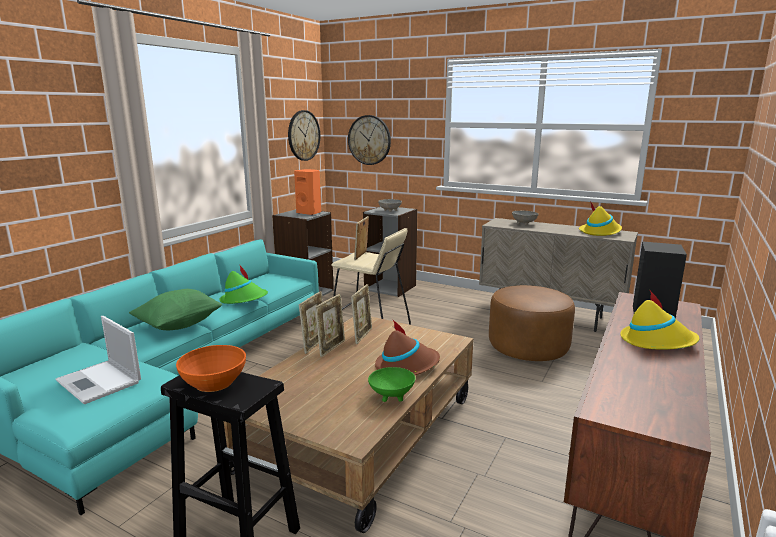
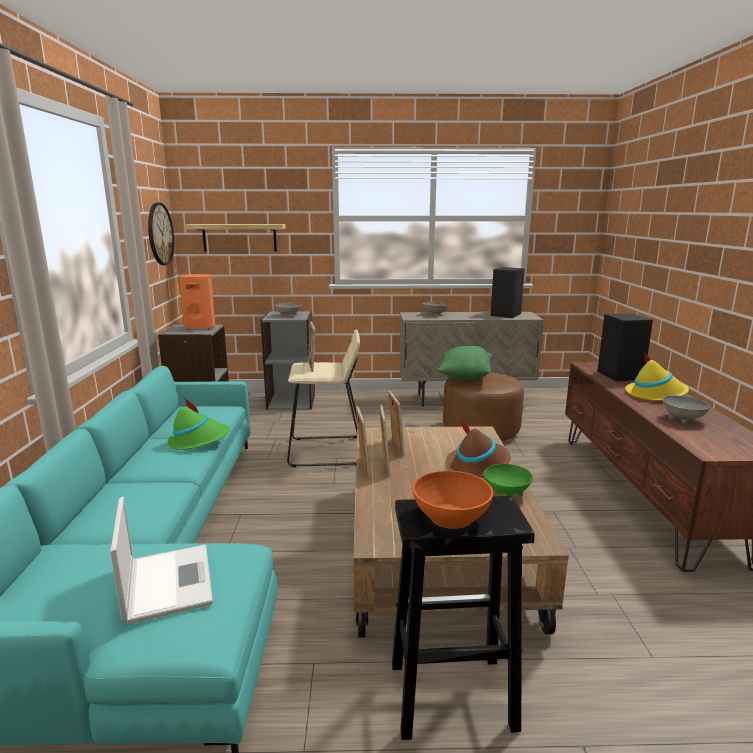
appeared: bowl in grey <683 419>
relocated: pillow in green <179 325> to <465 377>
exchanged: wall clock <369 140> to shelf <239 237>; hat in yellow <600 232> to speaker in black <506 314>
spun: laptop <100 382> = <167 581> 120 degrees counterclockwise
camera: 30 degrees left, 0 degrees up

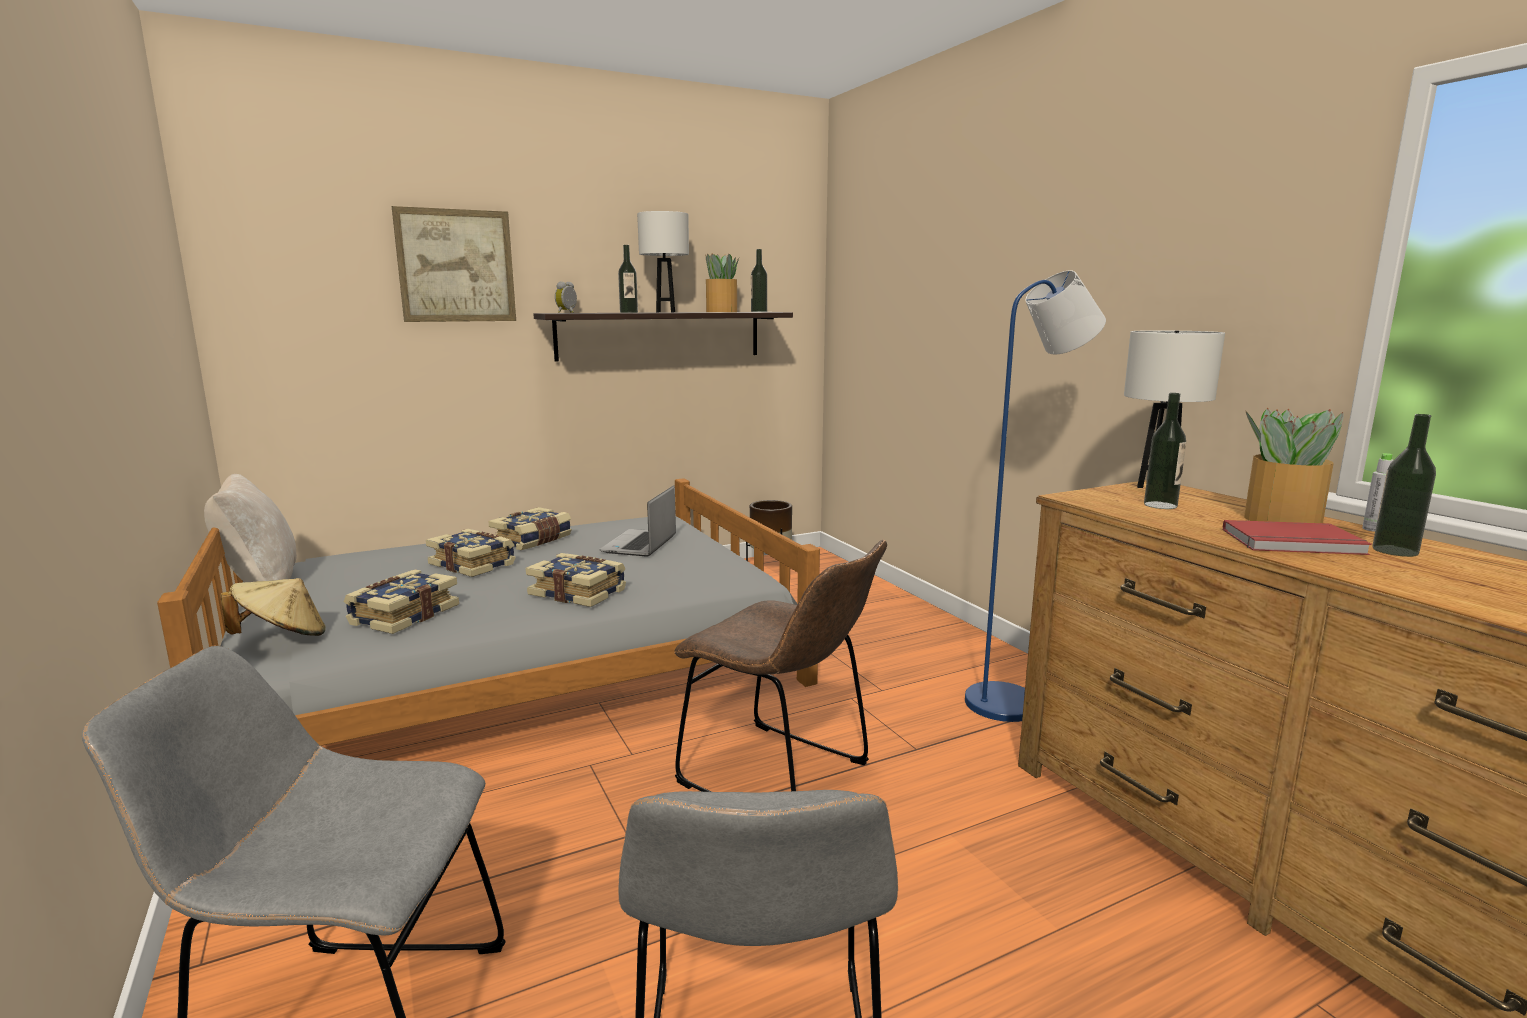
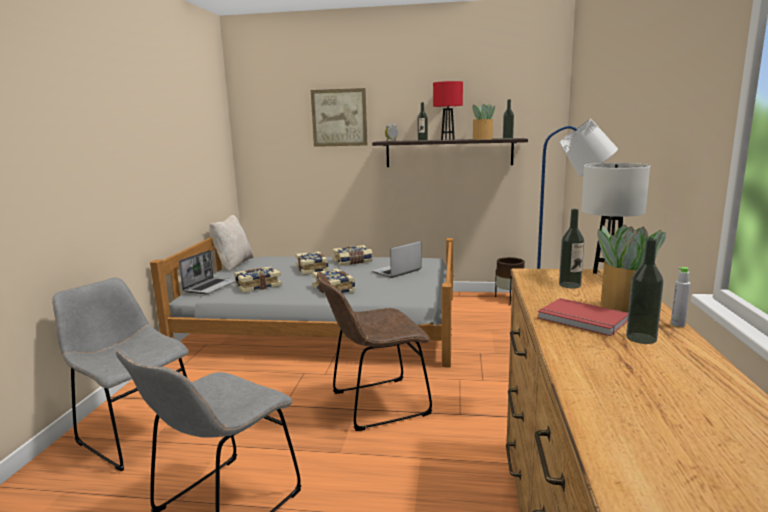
exchanged: hat in beige <282 638> to laptop <210 286>
colour: table lamp in white <665 312> to table lamp in red <447 139>
spun: chair in brown <782 777> = <375 404> 90 degrees clockwise
camera: 35 degrees right, 0 degrees up

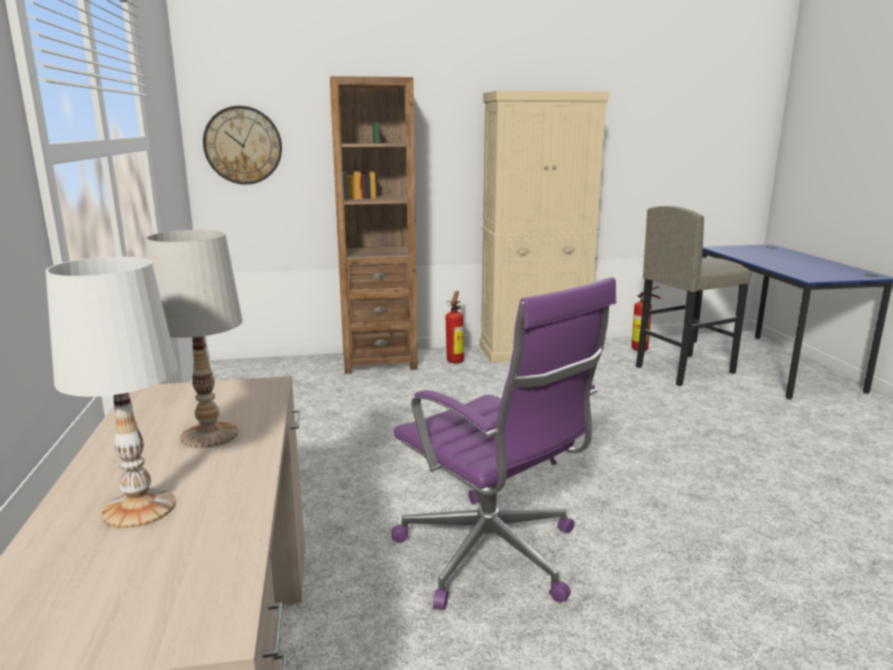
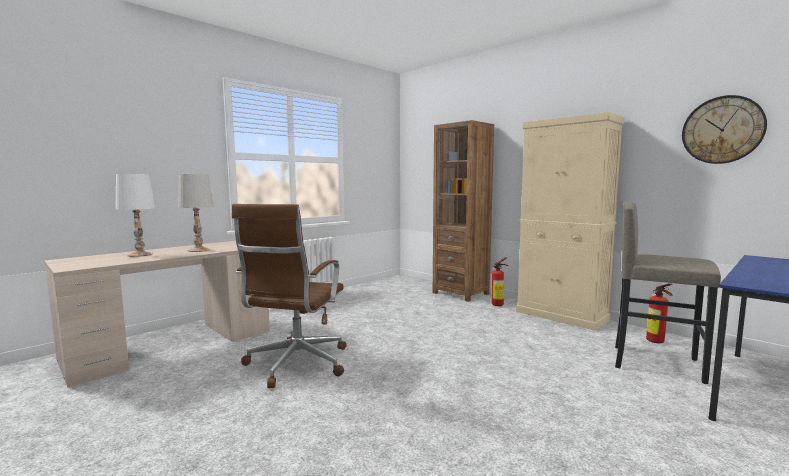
relocated: wall clock <243 145> to <722 130>
colour: office chair in purple <493 556> to office chair in brown <296 364>
camera: 55 degrees right, 10 degrees down

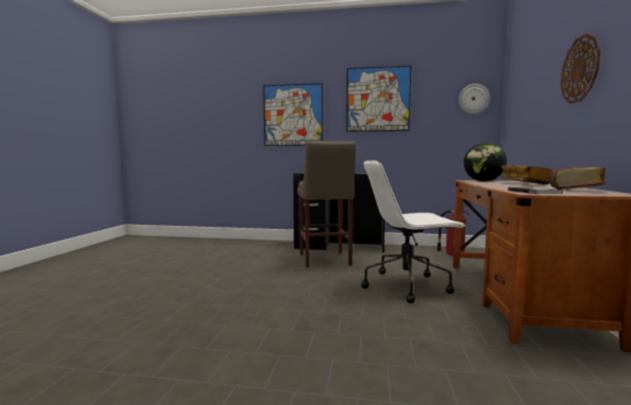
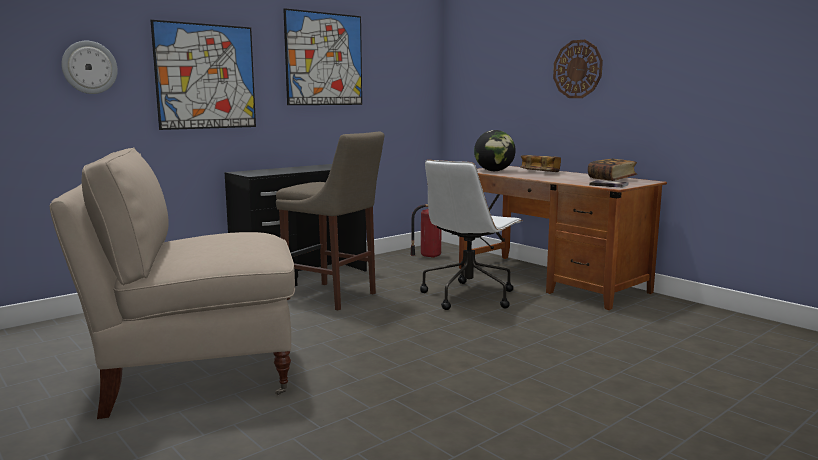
appeared: chair in beige <196 375>
relocated: wall clock <473 99> to <89 67>
camera: 50 degrees left, 5 degrees up

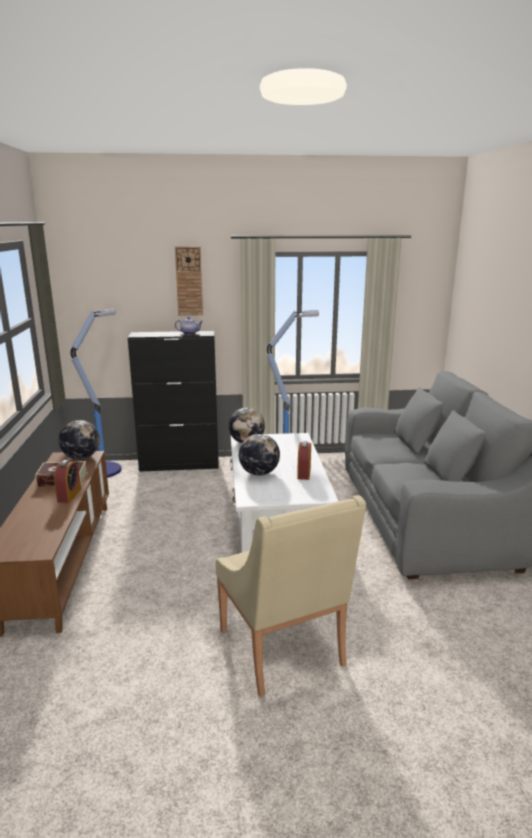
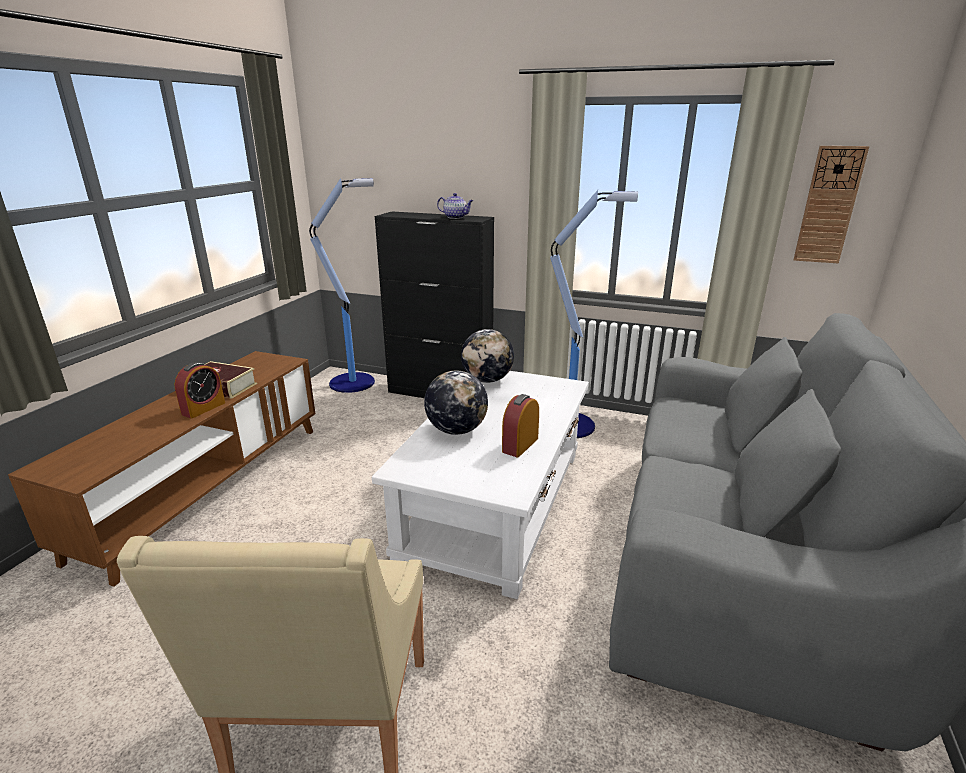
missing: globe <81 457>
relocated: wall clock <189 281> to <829 205>
camera: 25 degrees right, 5 degrees up

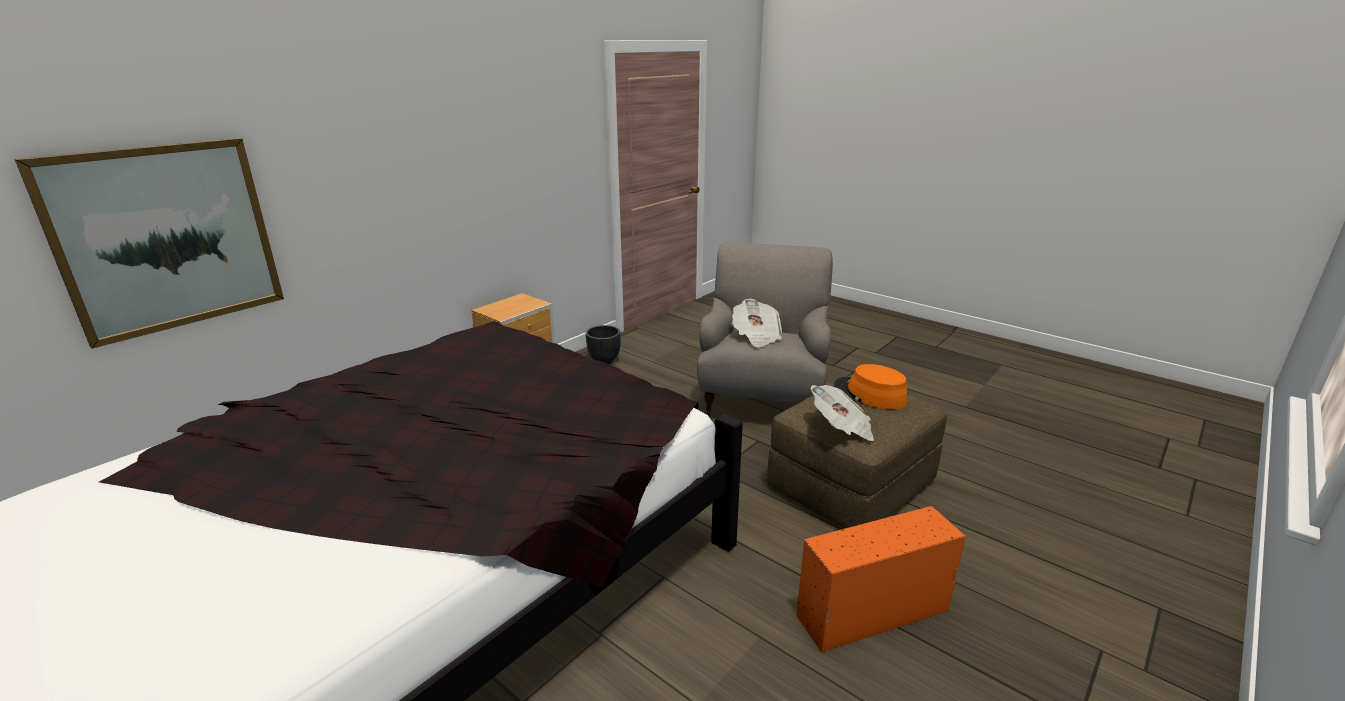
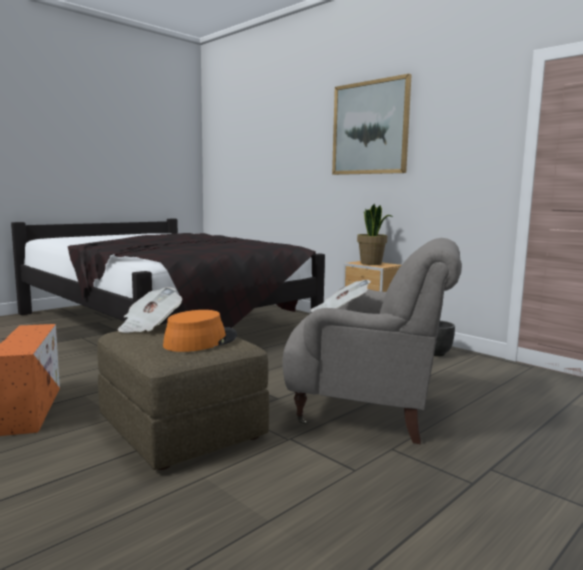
appeared: potted plant <371 263>
relocated: picture <167 238> to <370 128>
camera: 95 degrees right, 15 degrees down

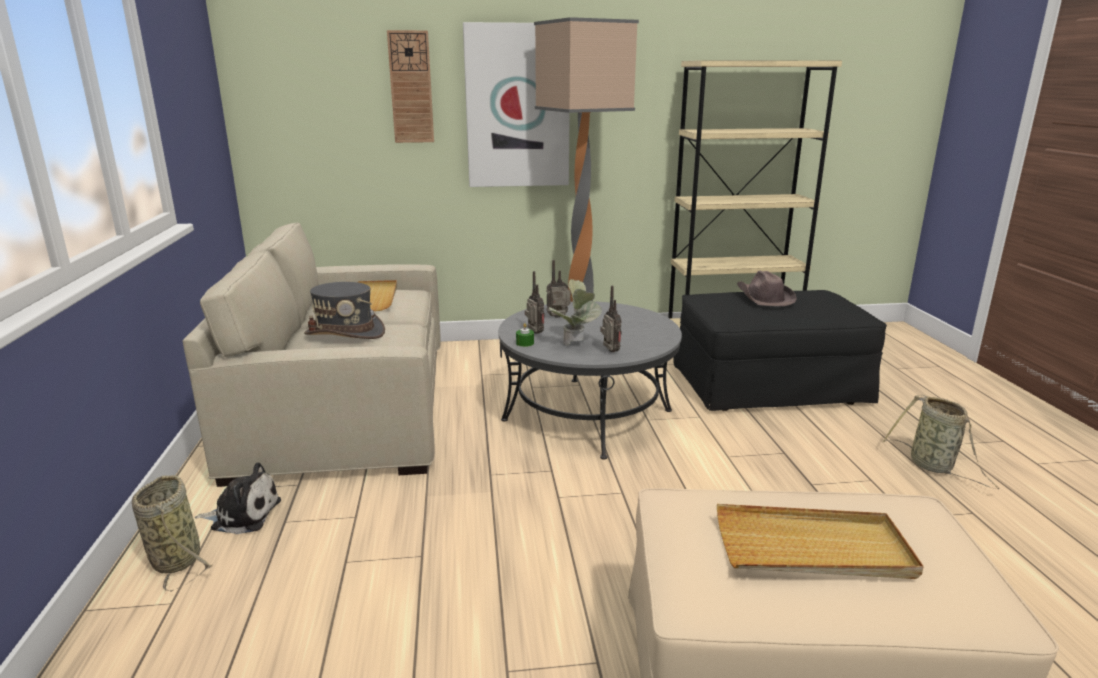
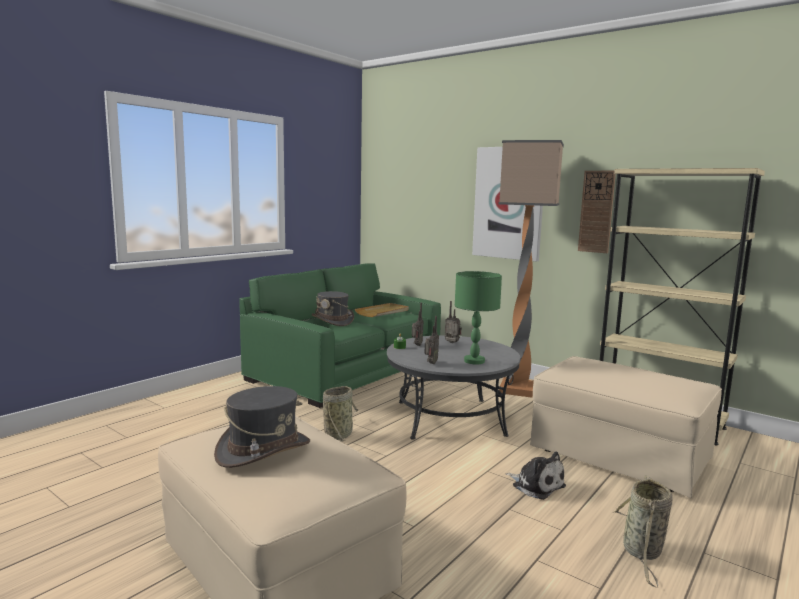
missing: potted plant <576 345>; hat in brown <764 297>
appeared: table lamp in green <474 361>
relocated: basket <176 558> to <339 434>; plush toy <242 515> to <536 485>; wall clock <411 87> to <596 211>
exchanged: tray in beige <813 548> to hat in grey <263 450>
colour: sofa in beige <345 404> to sofa in green <345 370>; ottoman in black <768 386> to ottoman in beige <618 453>
camera: 45 degrees right, 10 degrees down

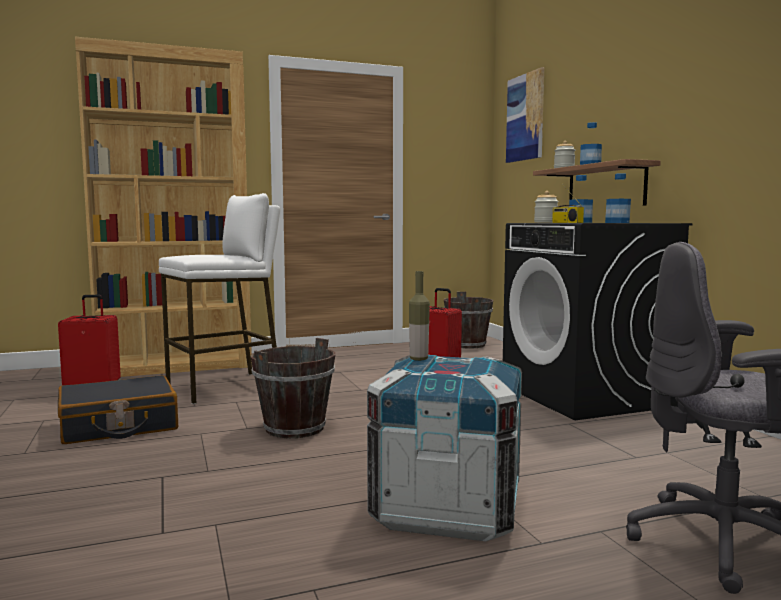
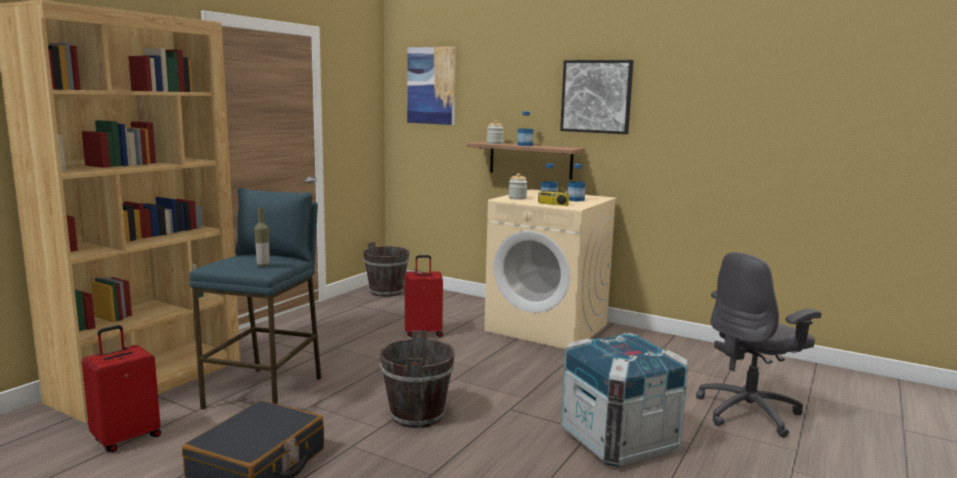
appeared: picture <596 96>
relocated: bottle <418 359> to <263 265>
colour: stool in white <225 387> to stool in blue <266 392>; washing machine in black <586 396> to washing machine in beige <548 327>
camera: 40 degrees left, 5 degrees up

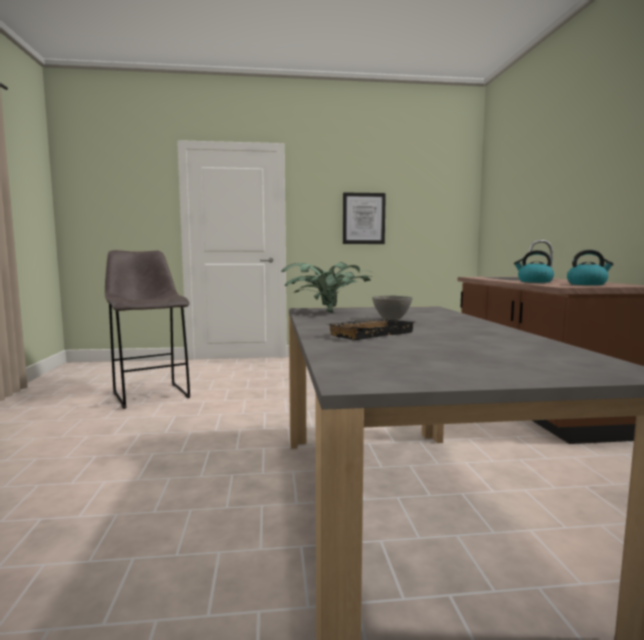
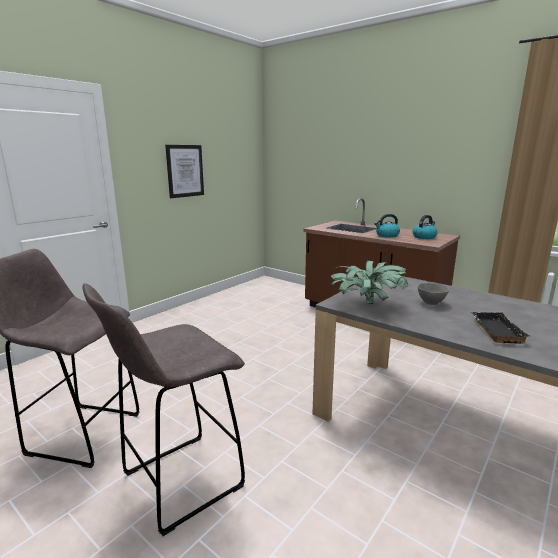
appeared: stool in grey <179 482>
camera: 45 degrees left, 10 degrees up

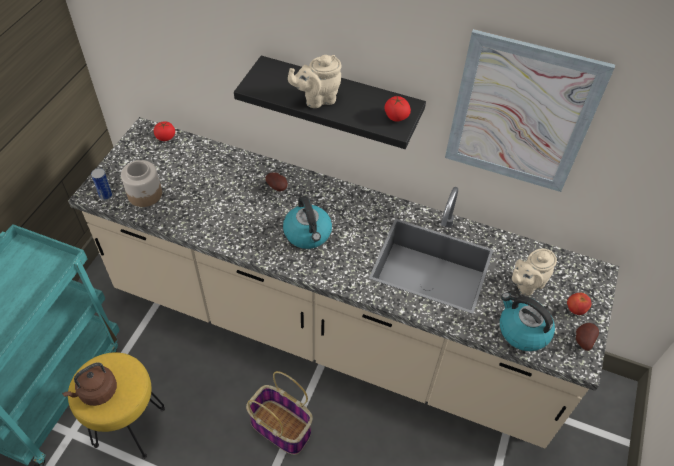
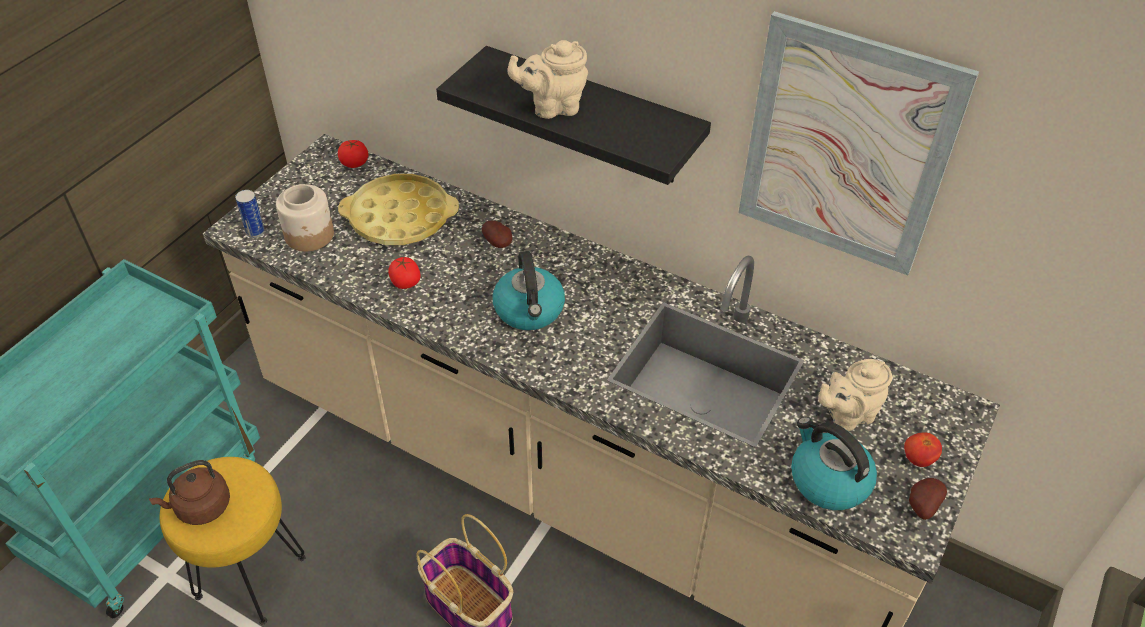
appeared: tray in yellow <400 217>
relocated: tomato <396 117> to <405 282>
camera: 10 degrees right, 5 degrees down

